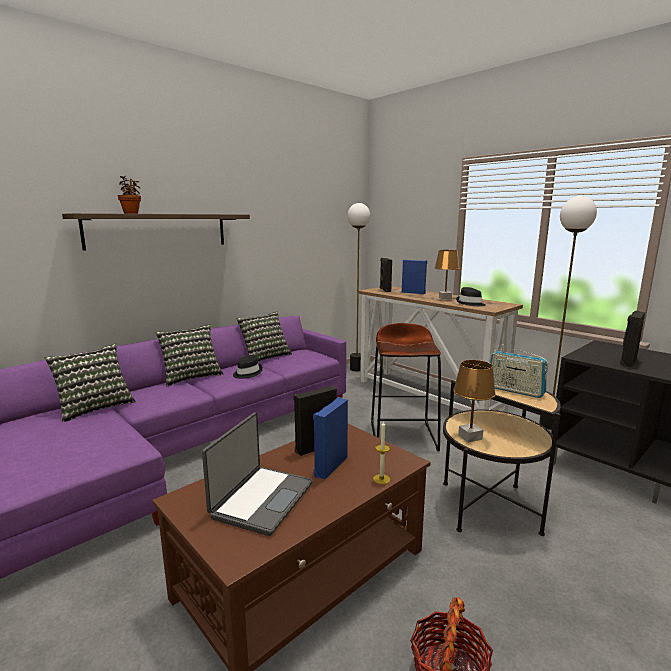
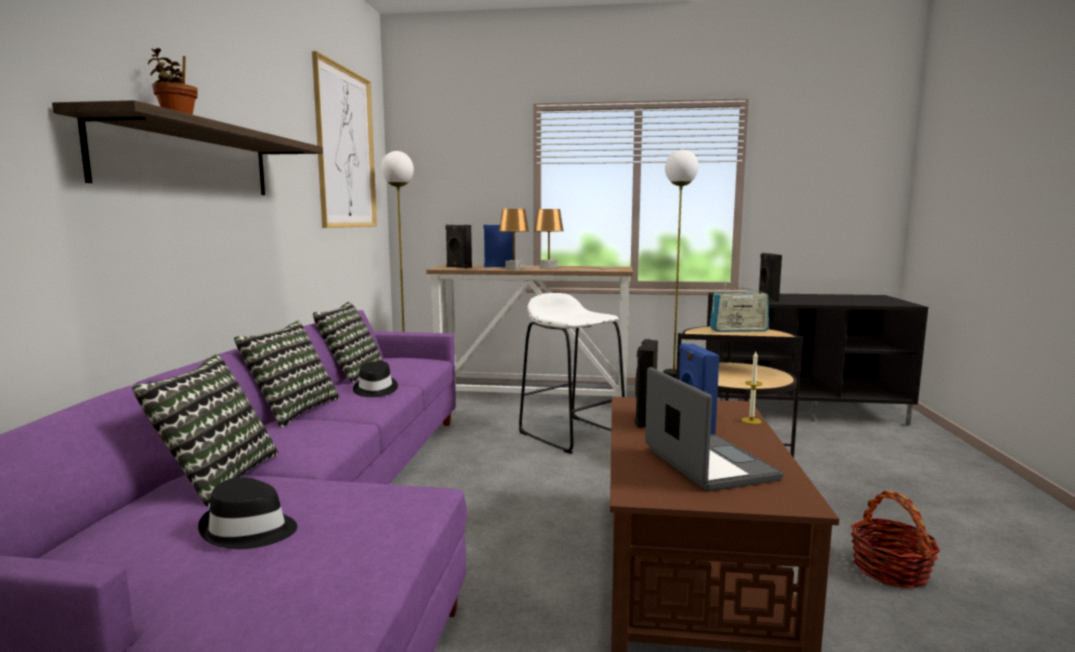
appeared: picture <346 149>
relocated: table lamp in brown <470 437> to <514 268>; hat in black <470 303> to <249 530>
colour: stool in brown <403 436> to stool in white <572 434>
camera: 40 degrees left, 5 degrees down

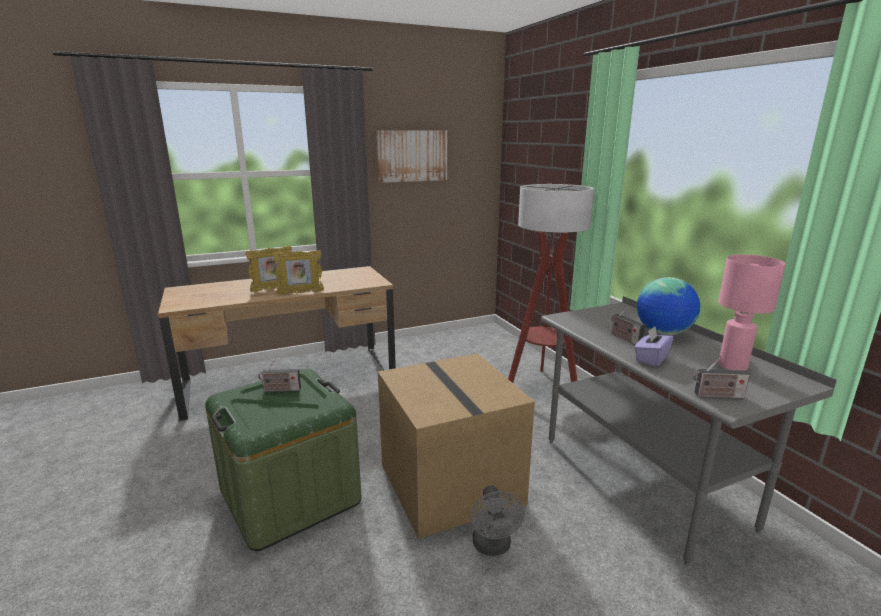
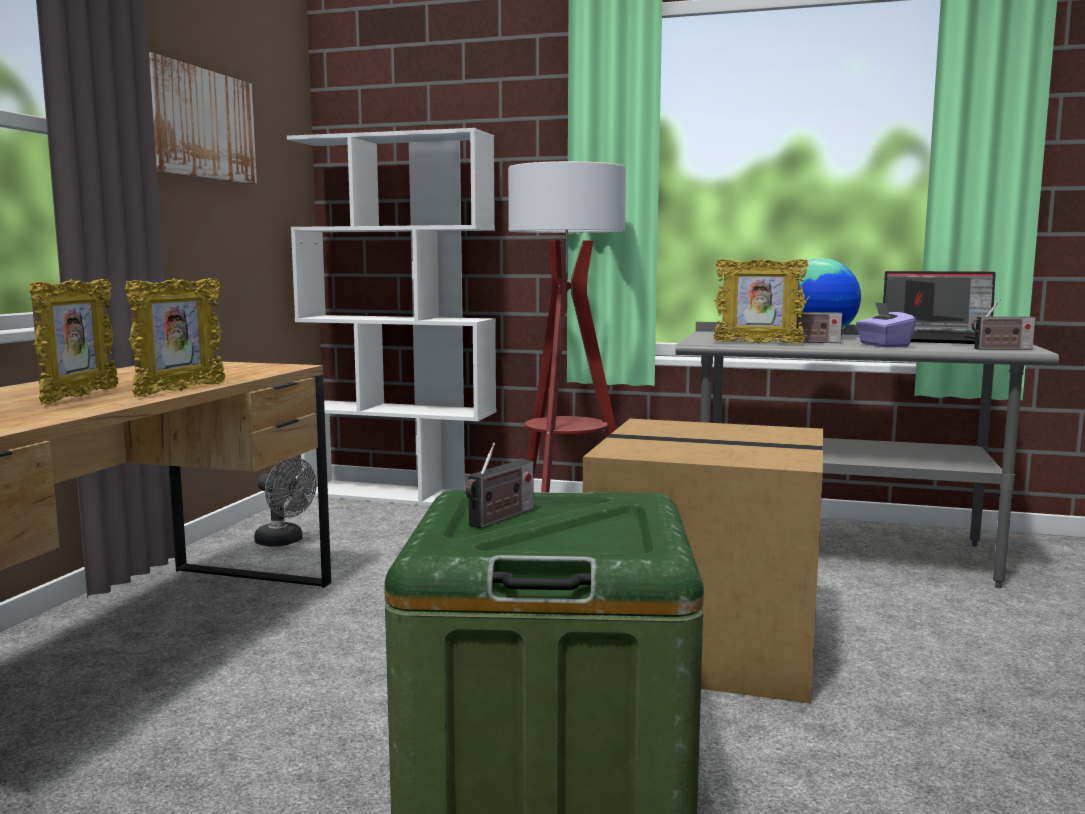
appeared: bookcase in white <401 495>; picture frame <758 343>
relocated: fan in grey <493 547> to <284 542>
exchanged: table lamp in pink <733 366> to laptop <938 340>
spun: radio <716 396> = <1000 349> 45 degrees clockwise
camera: 50 degrees left, 10 degrees down

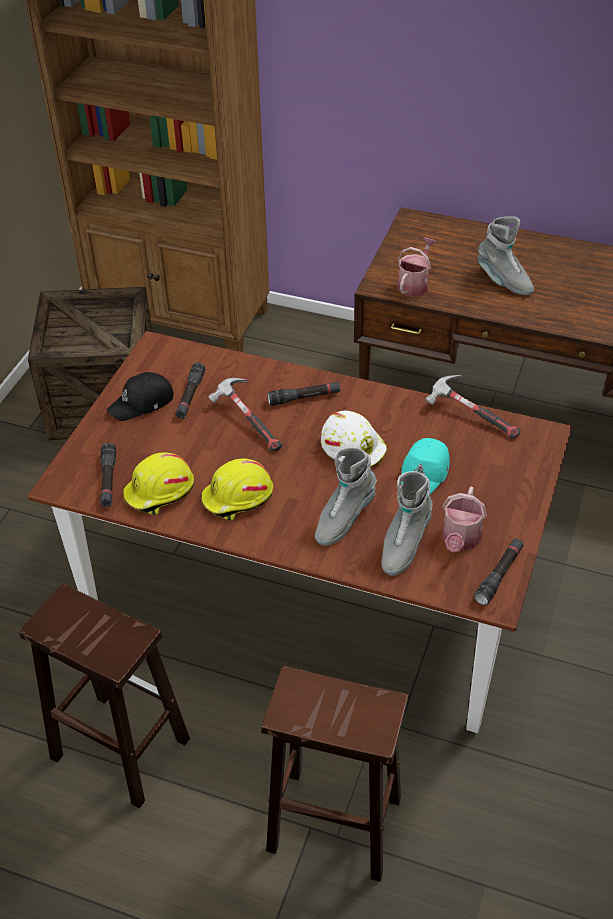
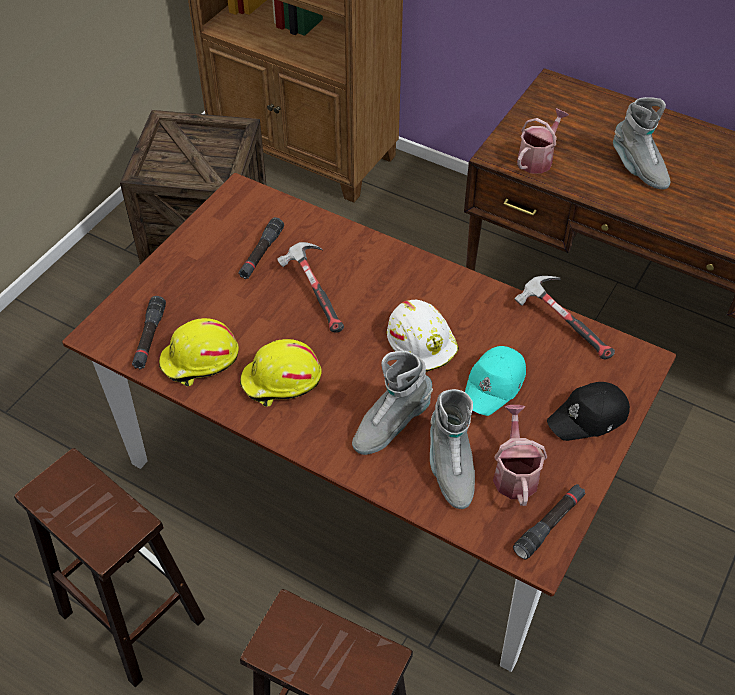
missing: flashlight in black <304 398>
relocated: cap in black <142 403> to <589 418>
spun: boot in grey <404 544> = <450 468> 45 degrees counterclockwise; watering can <460 540> = <515 473> 150 degrees clockwise
camera: 10 degrees right, 5 degrees up

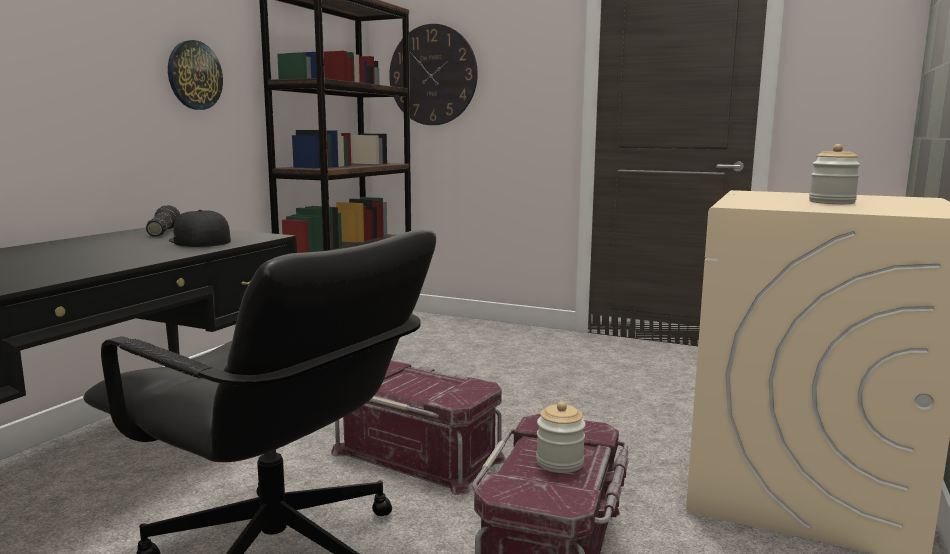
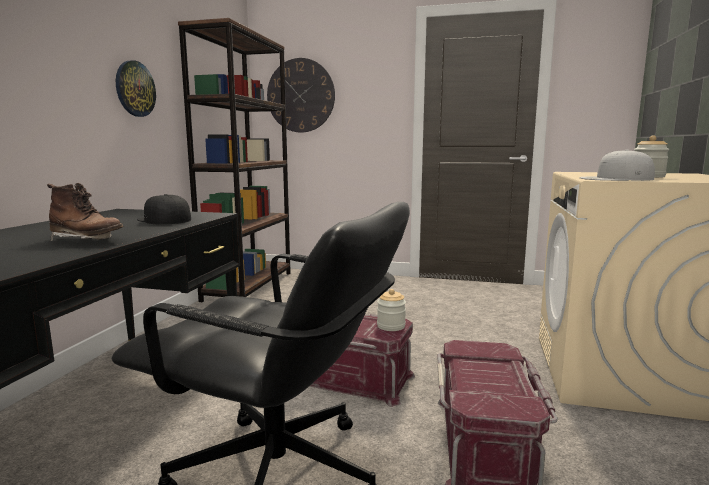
missing: flashlight <162 232>
appeared: boot in brown <86 240>; cap in white <616 179>
relocated: jar <559 462> to <391 326>
camera: 10 degrees left, 0 degrees up

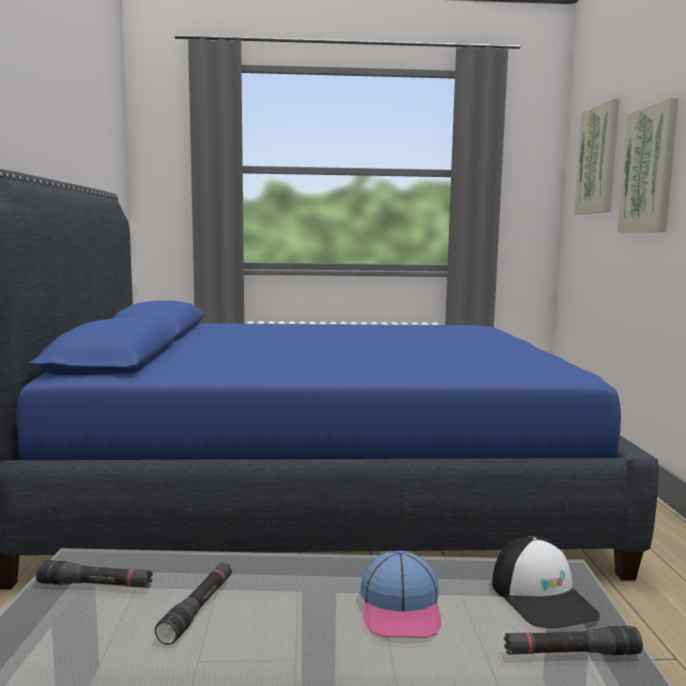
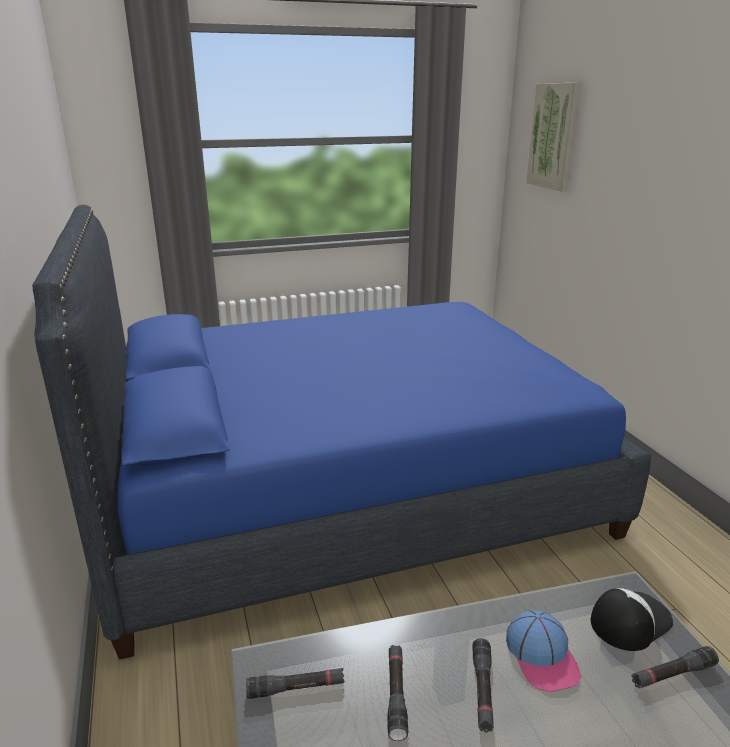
missing: picture <649 170>
appeared: flashlight in black <482 689>
spun: cap <543 598> = <629 620> 90 degrees counterclockwise
camera: 15 degrees left, 15 degrees up

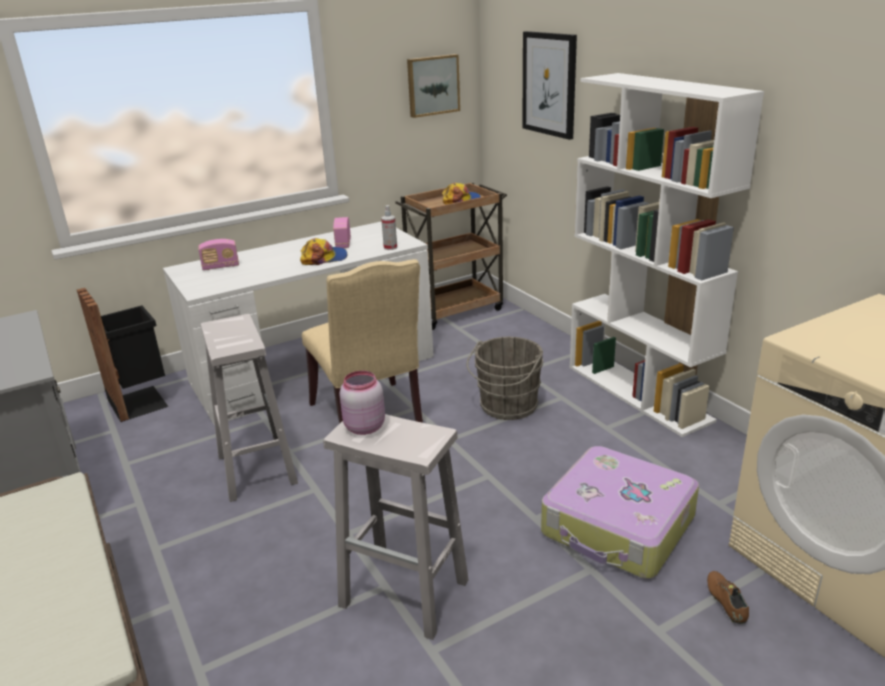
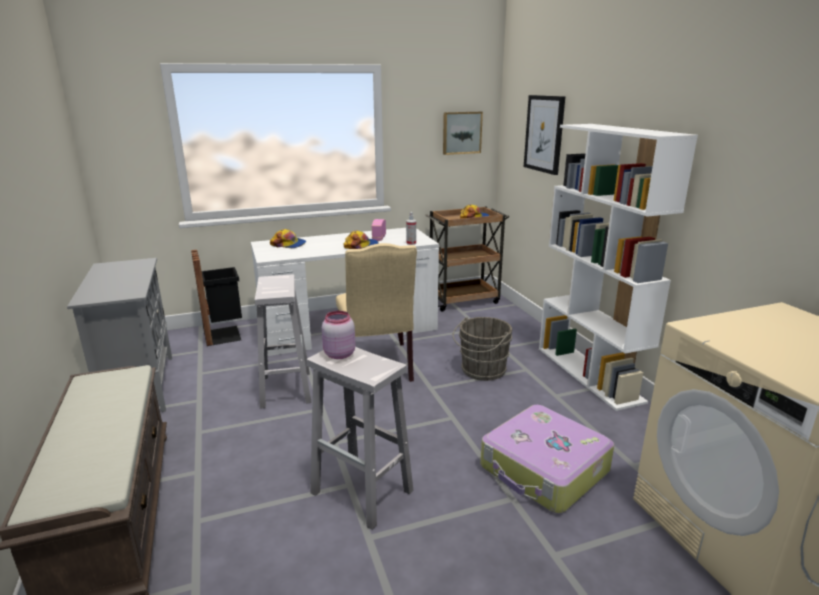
missing: shoe in brown <726 602>
exchanged: radio <221 267> to cap <289 244>
camera: 10 degrees right, 5 degrees down

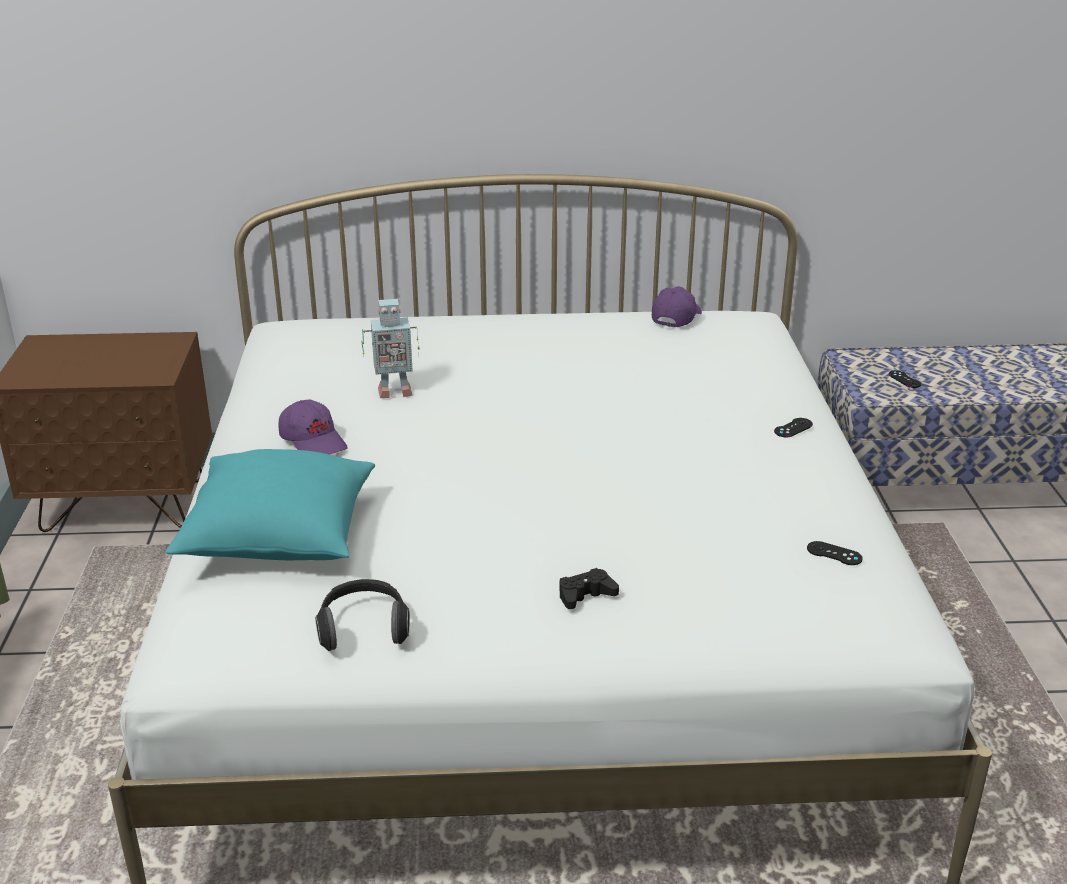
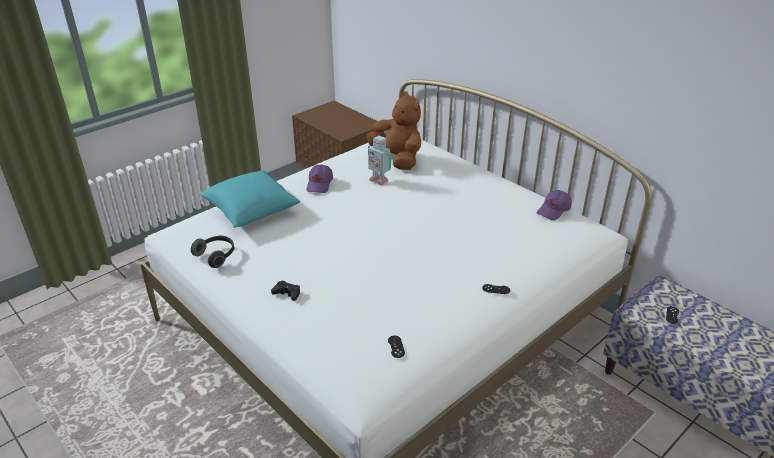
appeared: plush toy in brown <397 159>
spun: cap in purple <675 317> = <554 211> 150 degrees clockwise
camera: 50 degrees right, 5 degrees up

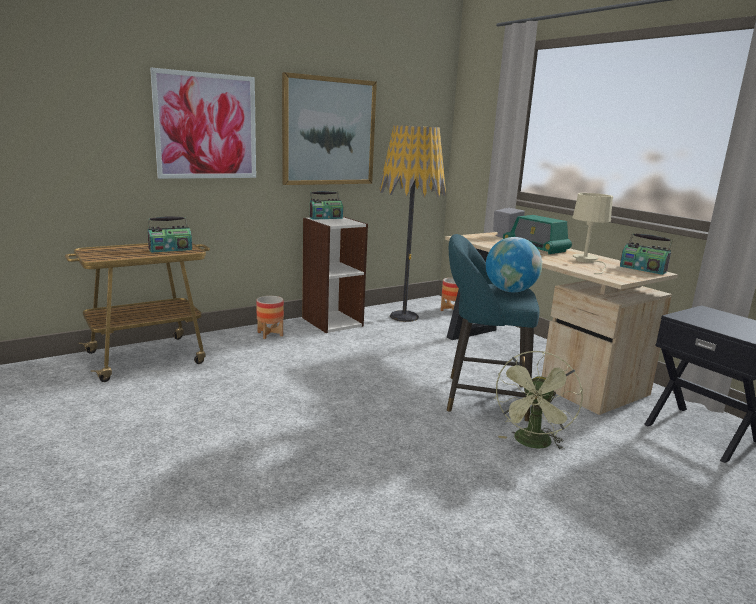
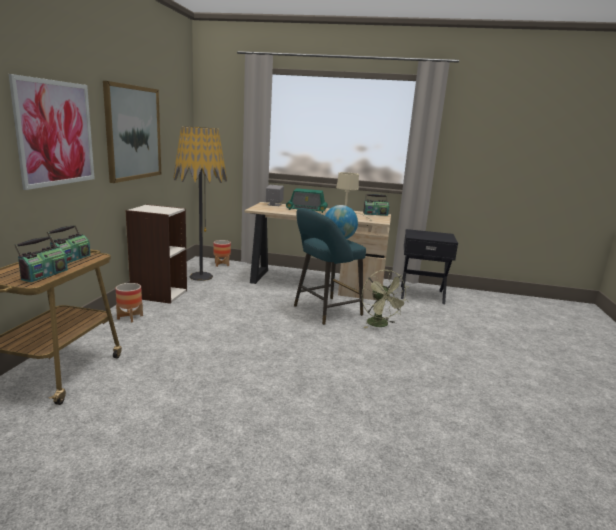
relocated: radio <326 218> to <44 274>
camera: 45 degrees left, 0 degrees up

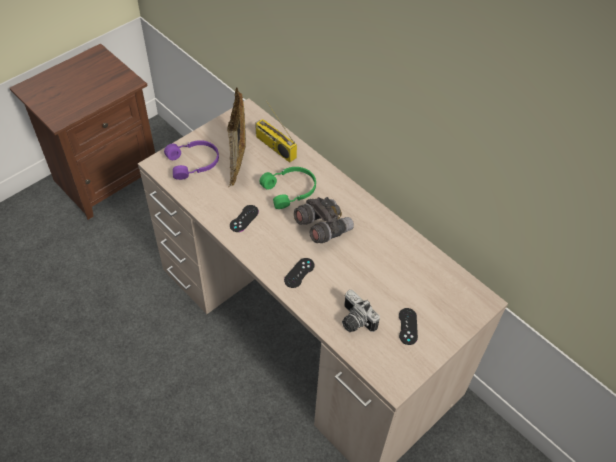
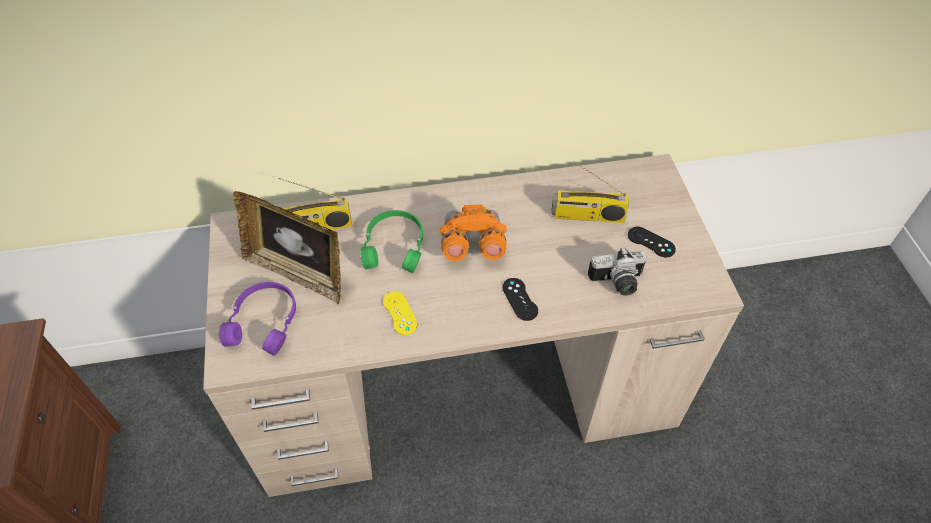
appeared: radio <587 216>
colour: game controller in black <244 218> to game controller in yellow <399 313>; binoculars in grey <322 227> to binoculars in orange <472 245>
camera: 55 degrees left, 0 degrees up

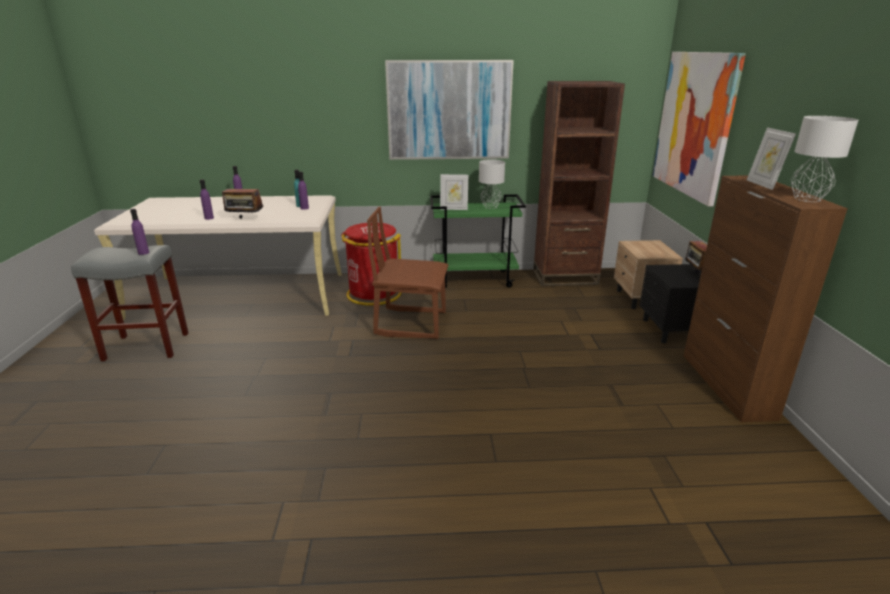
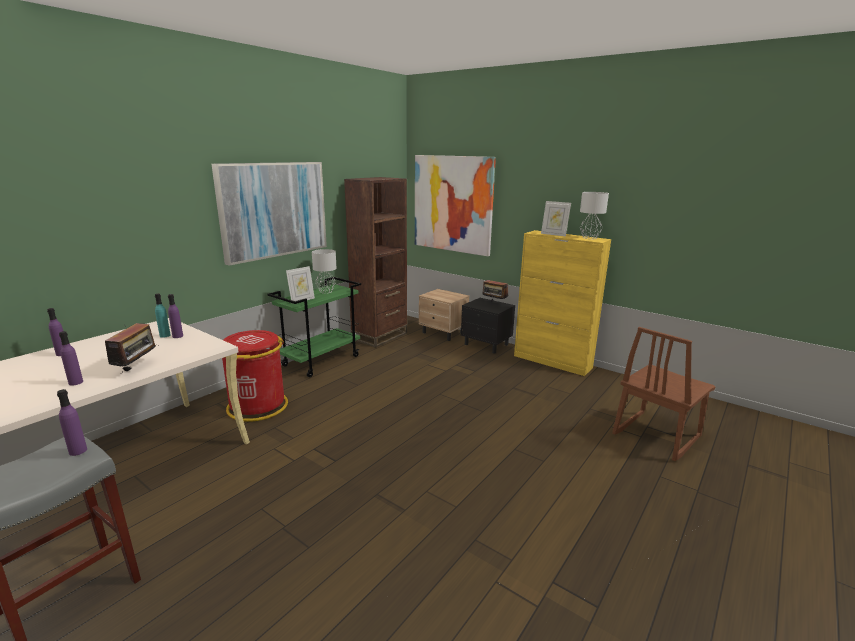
relocated: chair in brown <411 323> to <655 435>
colour: cabinet in brown <727 385> to cabinet in yellow <552 362>
spun: radio <245 220> = <137 367> 45 degrees counterclockwise
camera: 50 degrees left, 5 degrees down

